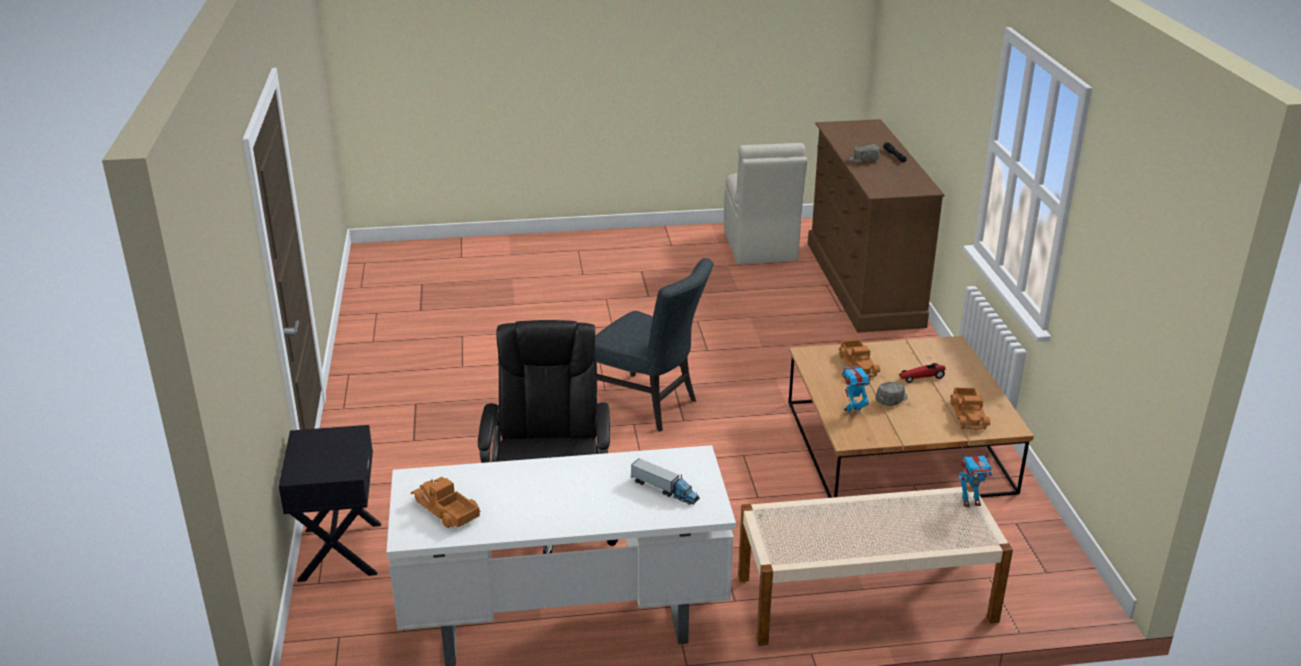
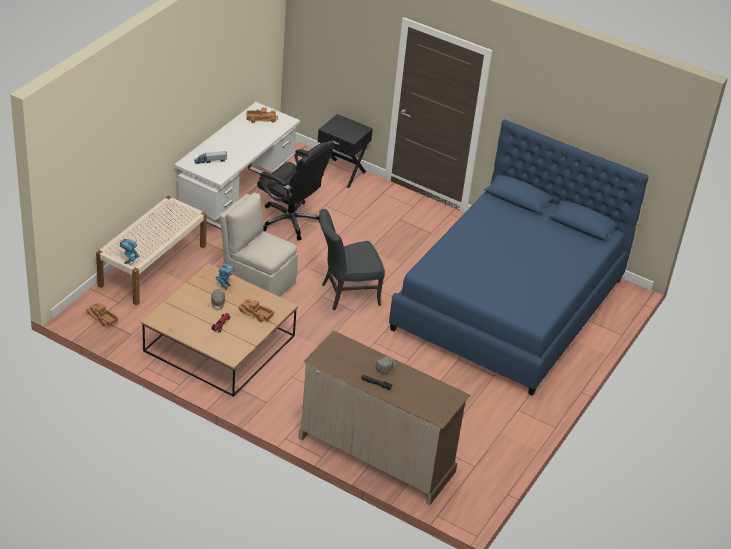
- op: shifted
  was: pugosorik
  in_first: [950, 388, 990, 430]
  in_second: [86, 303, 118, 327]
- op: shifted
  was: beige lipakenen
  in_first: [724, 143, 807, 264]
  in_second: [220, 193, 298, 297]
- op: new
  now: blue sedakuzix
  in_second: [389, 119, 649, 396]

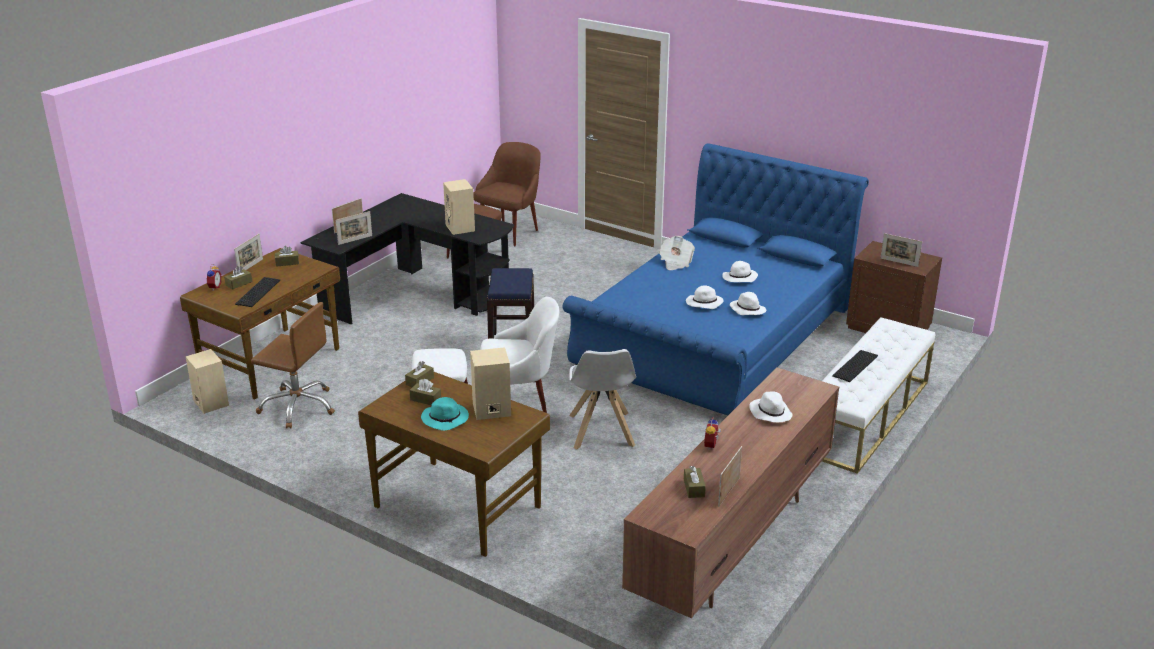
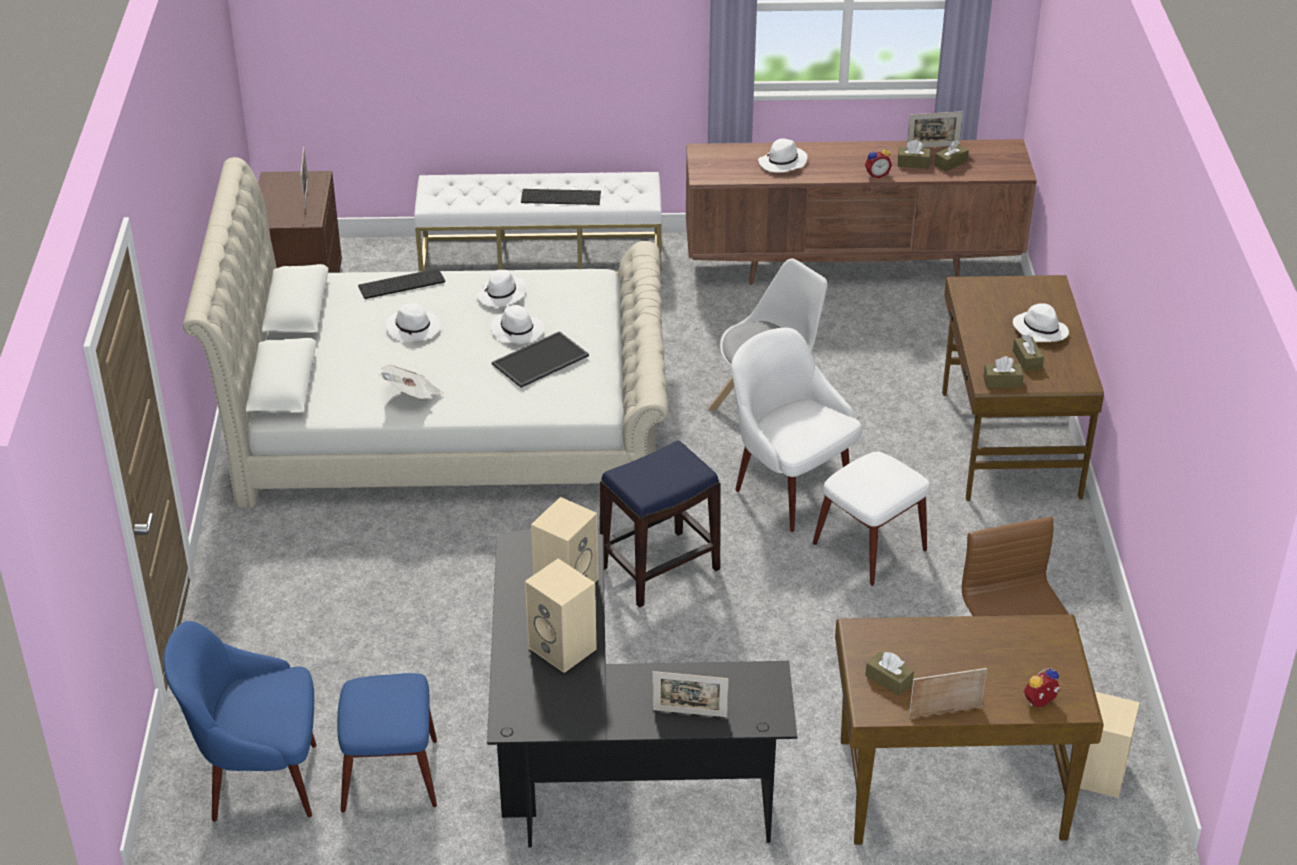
- op: repainted
  was: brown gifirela
  now: blue gifirela
  in_first: [447, 142, 541, 259]
  in_second: [164, 621, 437, 822]
- op: repainted
  was: blue sedakuzix
  now: beige sedakuzix
  in_first: [563, 143, 869, 415]
  in_second: [183, 157, 668, 508]
- op: shifted
  was: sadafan
  in_first: [235, 277, 280, 307]
  in_second: [358, 268, 445, 299]
- op: new
  now: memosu
  in_second: [492, 331, 589, 388]
- op: shifted
  was: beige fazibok
  in_first: [470, 347, 511, 420]
  in_second: [525, 559, 597, 673]
- op: shifted
  was: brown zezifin
  in_first: [224, 266, 252, 289]
  in_second: [898, 140, 930, 169]
- op: repainted
  was: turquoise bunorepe
  now: white bunorepe
  in_first: [421, 397, 469, 431]
  in_second: [1013, 303, 1069, 342]
- op: gone
  was: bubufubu
  in_first: [336, 211, 372, 245]

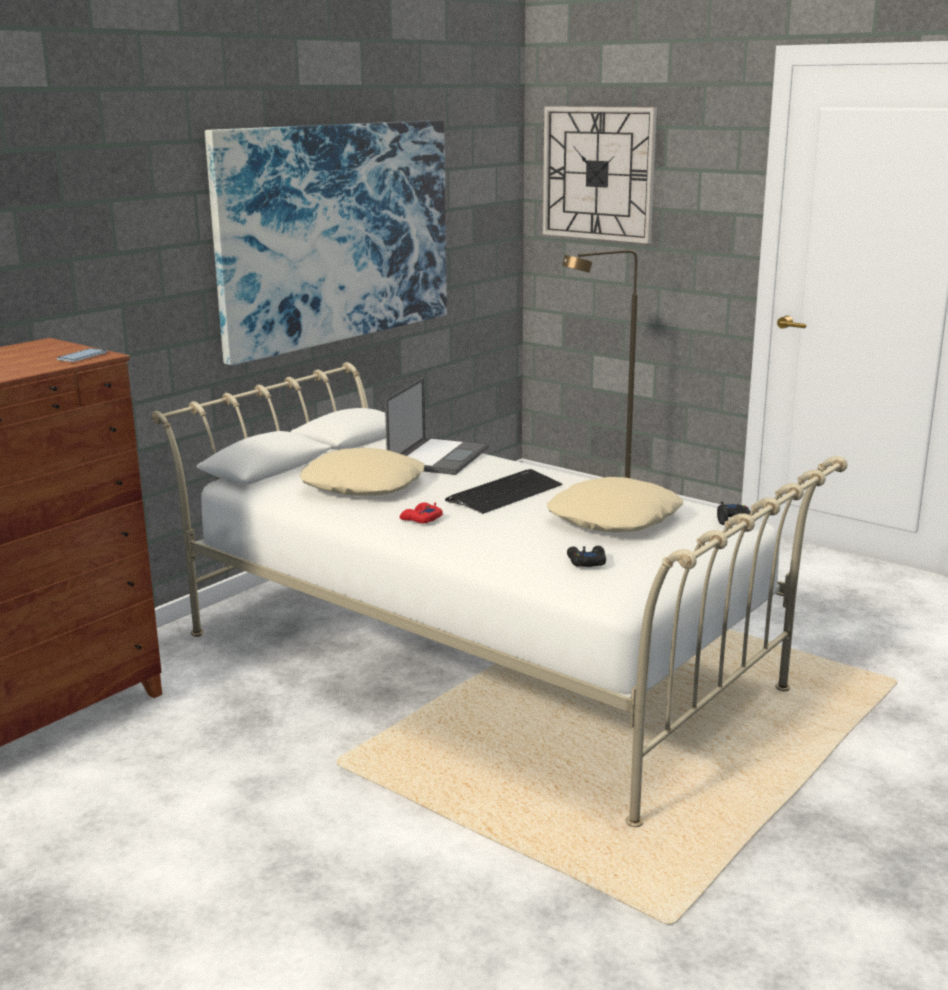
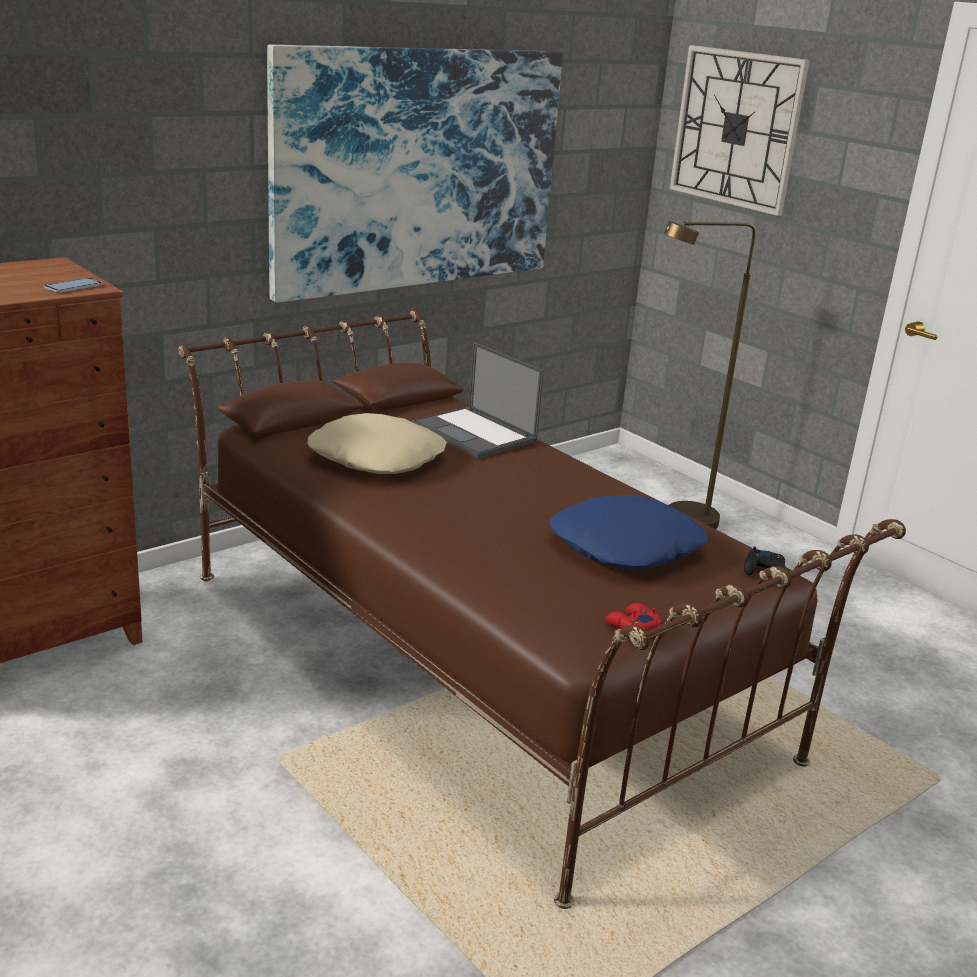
- op: repainted
  was: white sedakuzix
  now: brown sedakuzix
  in_first: [152, 362, 847, 827]
  in_second: [178, 310, 906, 909]
- op: rotated
  was: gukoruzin
  in_first: [385, 377, 489, 475]
  in_second: [412, 342, 544, 459]
  clockwise: 105
- op: repainted
  was: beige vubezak
  now: blue vubezak
  in_first: [547, 477, 683, 532]
  in_second: [550, 495, 709, 570]
- op: shifted
  was: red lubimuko
  in_first: [400, 502, 443, 524]
  in_second: [605, 603, 662, 631]
- op: gone
  was: sadafan
  in_first: [445, 469, 562, 514]
- op: gone
  was: black lubimuko
  in_first: [567, 546, 606, 567]

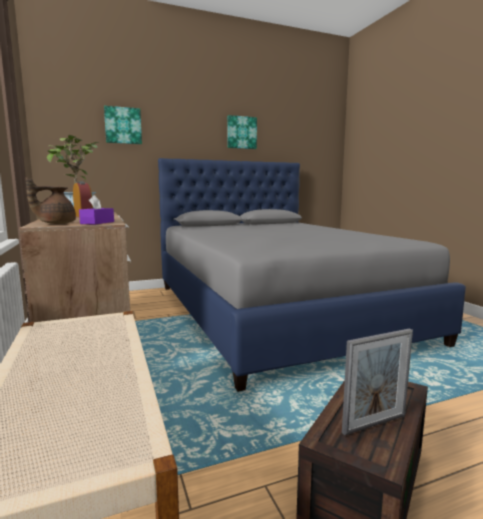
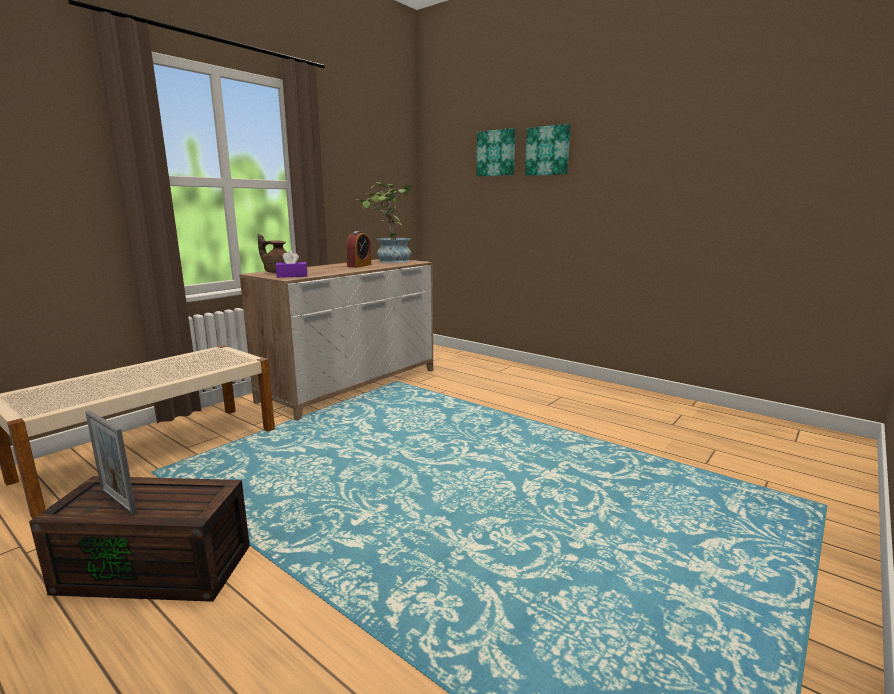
- op: shifted
  was: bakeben
  in_first: [227, 115, 257, 149]
  in_second: [525, 124, 570, 176]
- op: gone
  was: grey sedakuzix
  in_first: [158, 158, 466, 392]

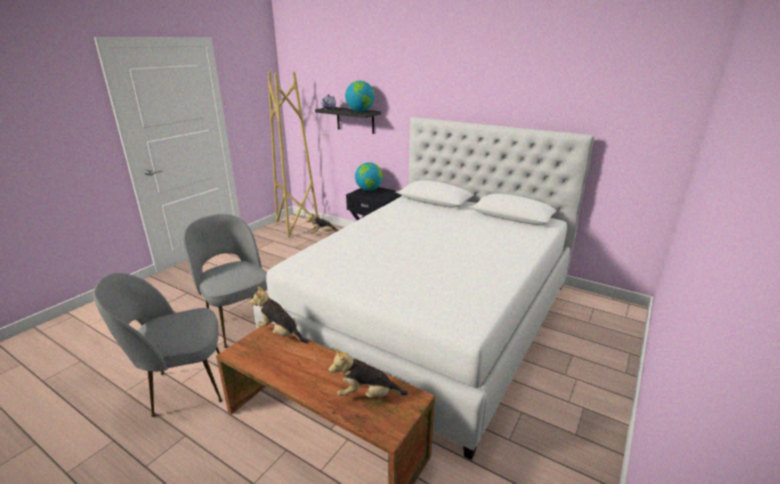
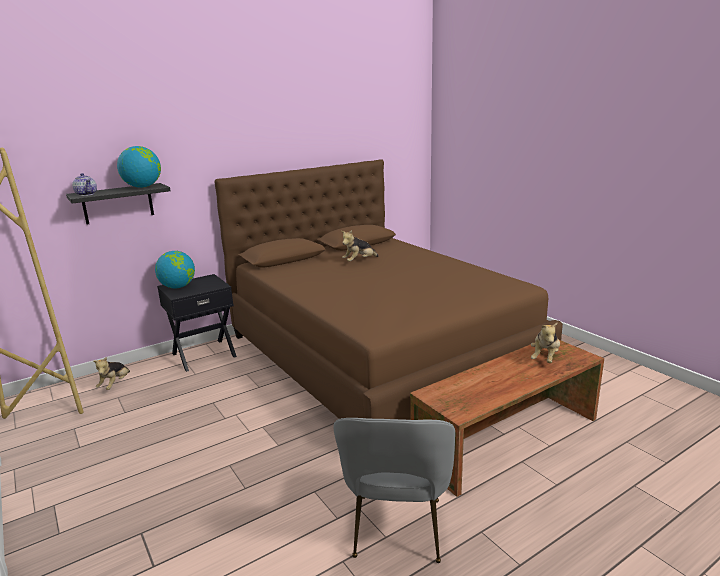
- op: repainted
  was: white sedakuzix
  now: brown sedakuzix
  in_first: [253, 117, 594, 460]
  in_second: [215, 159, 563, 420]
- op: shifted
  was: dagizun
  in_first: [250, 286, 309, 343]
  in_second: [341, 230, 379, 262]
- op: gone
  was: grey lipakenen
  in_first: [183, 214, 267, 348]

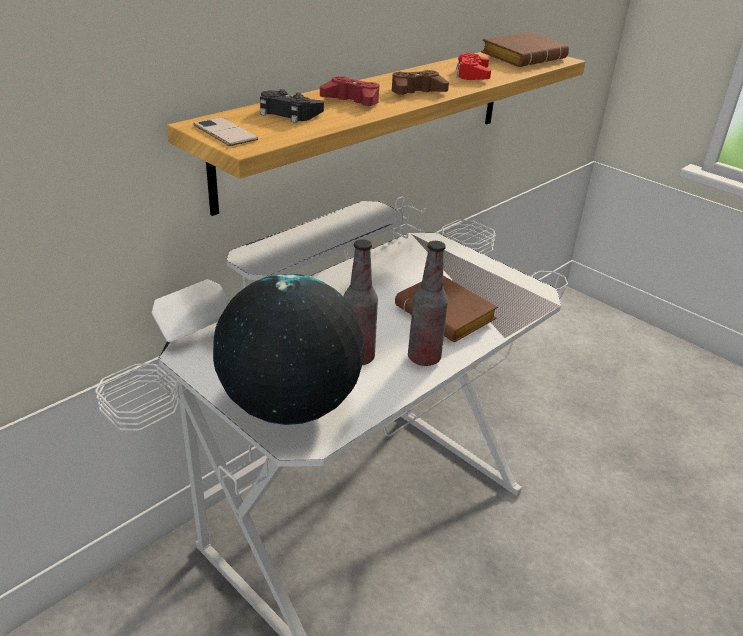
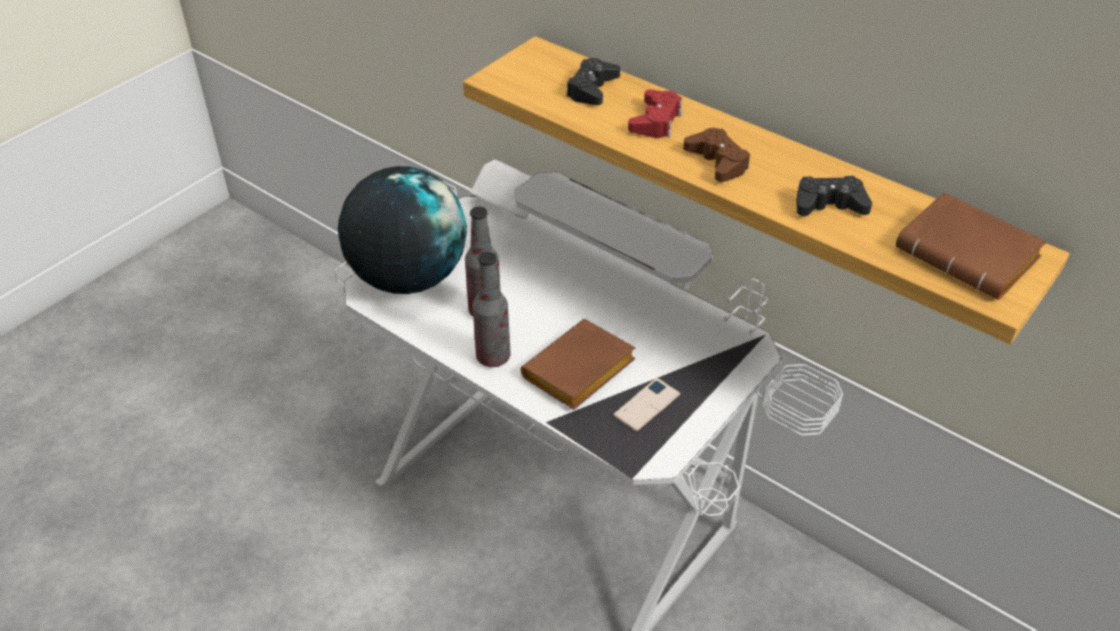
- op: shifted
  was: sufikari
  in_first: [193, 117, 258, 146]
  in_second: [613, 378, 681, 432]
- op: repainted
  was: red lubimuko
  now: black lubimuko
  in_first: [456, 53, 491, 80]
  in_second: [796, 176, 872, 216]

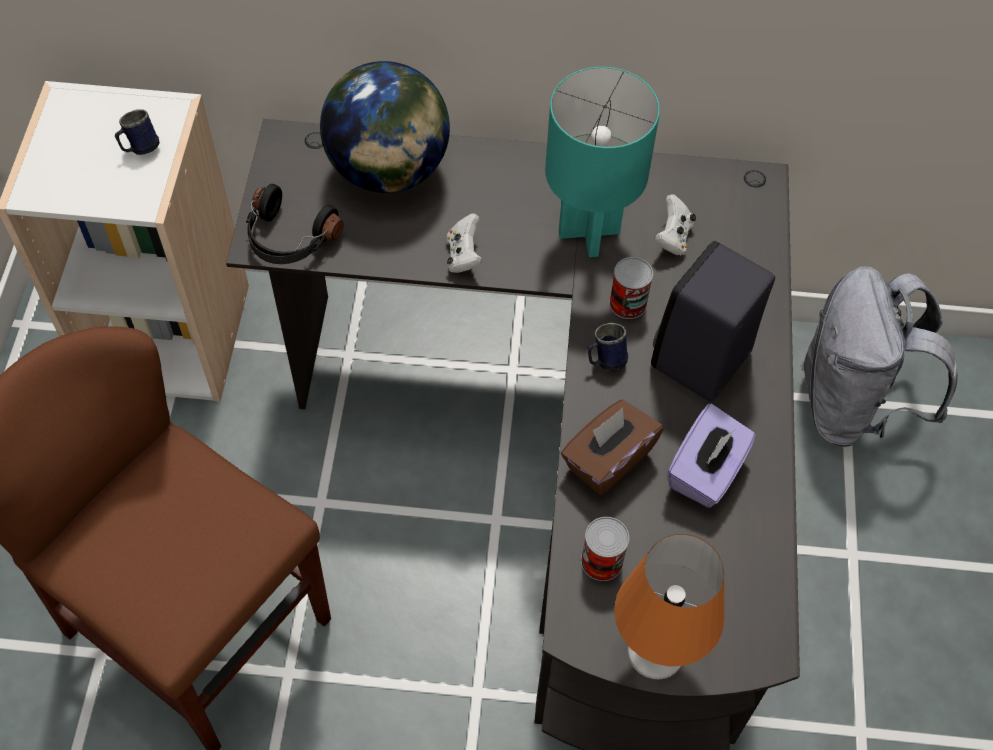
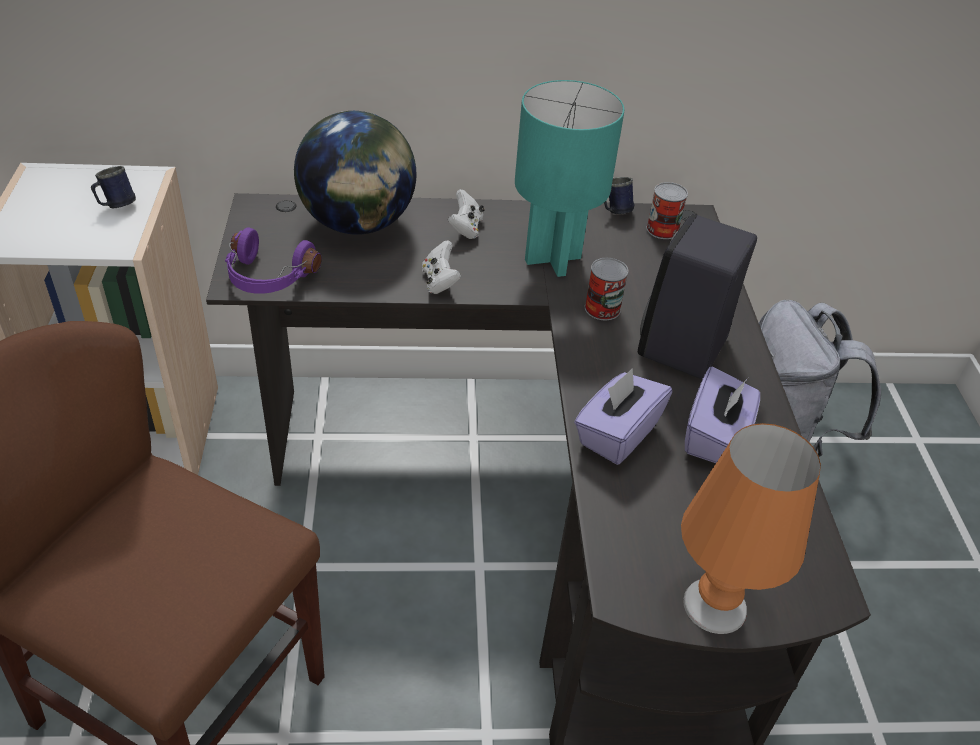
- op: repainted
  was: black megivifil
  now: purple megivifil
  in_first: [246, 184, 344, 264]
  in_second: [225, 227, 322, 294]
- op: shifted
  was: white lubimuko
  in_first: [654, 194, 696, 256]
  in_second: [448, 189, 484, 239]
- op: repainted
  was: brown zezifin
  now: purple zezifin
  in_first: [561, 400, 663, 495]
  in_second: [574, 368, 672, 465]
- op: shifted
  was: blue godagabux
  in_first: [587, 323, 628, 370]
  in_second: [604, 177, 635, 214]
- op: shifted
  was: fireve
  in_first: [581, 517, 629, 581]
  in_second: [646, 182, 688, 239]

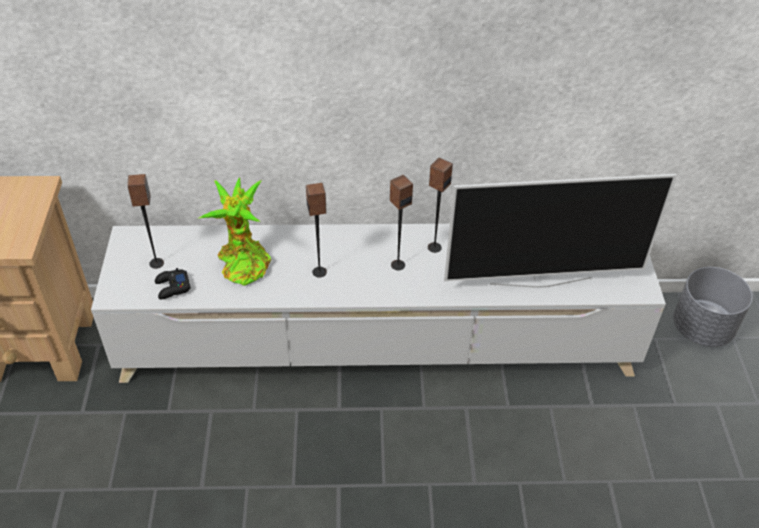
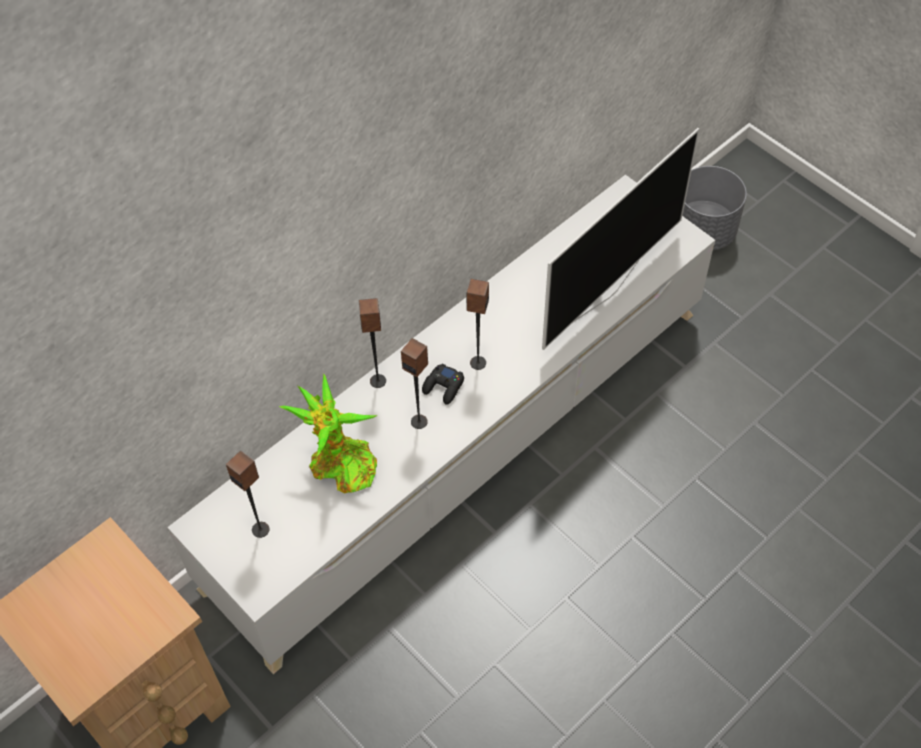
- op: shifted
  was: fazibok
  in_first: [428, 158, 453, 253]
  in_second: [358, 298, 386, 388]
- op: shifted
  was: black lubimuko
  in_first: [155, 268, 191, 300]
  in_second: [422, 363, 464, 405]

